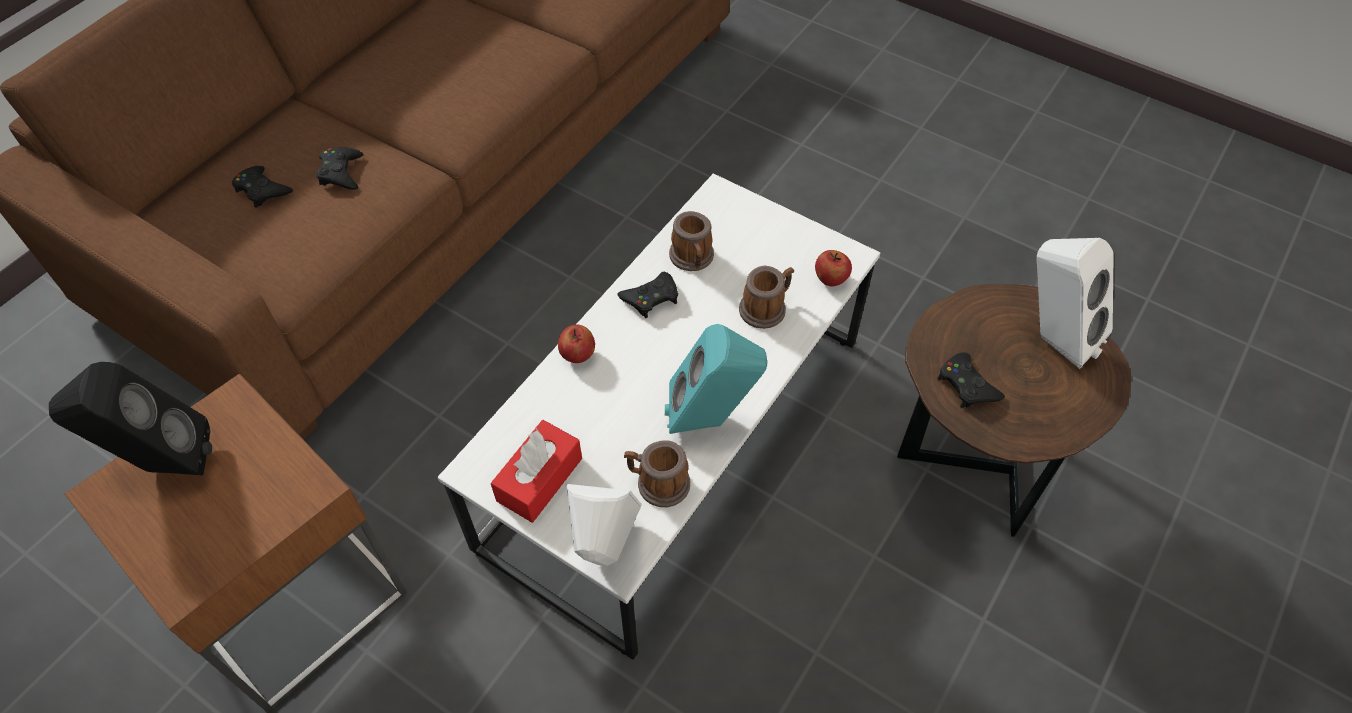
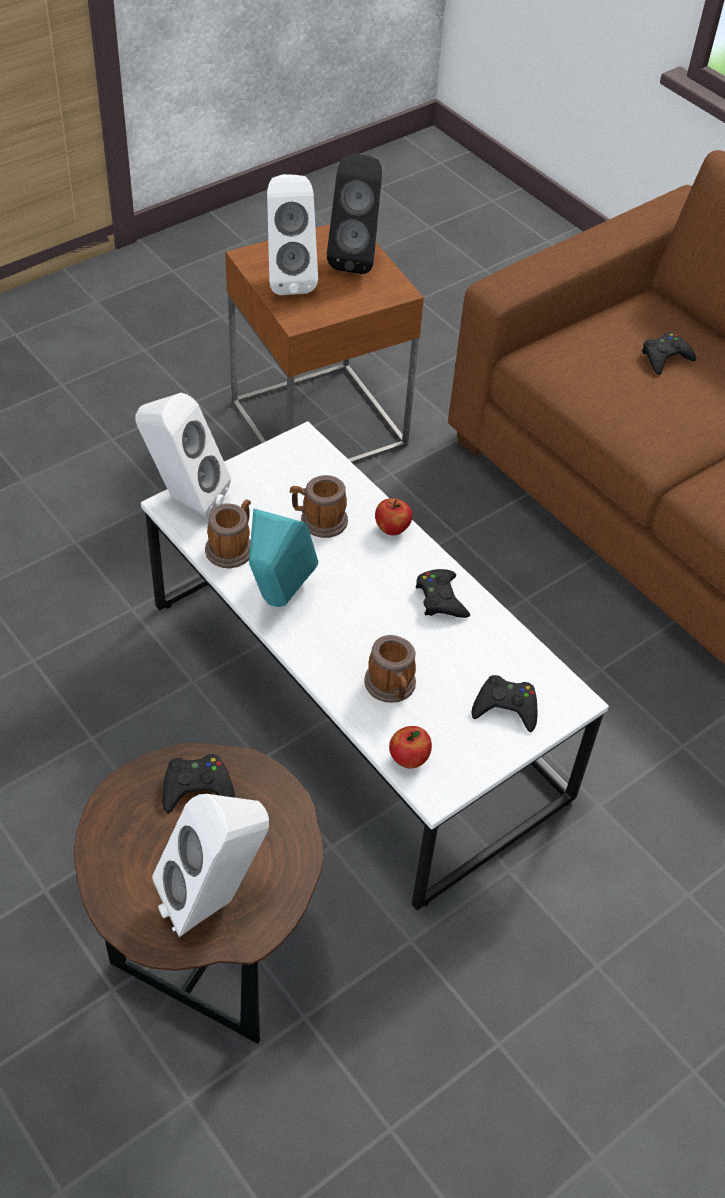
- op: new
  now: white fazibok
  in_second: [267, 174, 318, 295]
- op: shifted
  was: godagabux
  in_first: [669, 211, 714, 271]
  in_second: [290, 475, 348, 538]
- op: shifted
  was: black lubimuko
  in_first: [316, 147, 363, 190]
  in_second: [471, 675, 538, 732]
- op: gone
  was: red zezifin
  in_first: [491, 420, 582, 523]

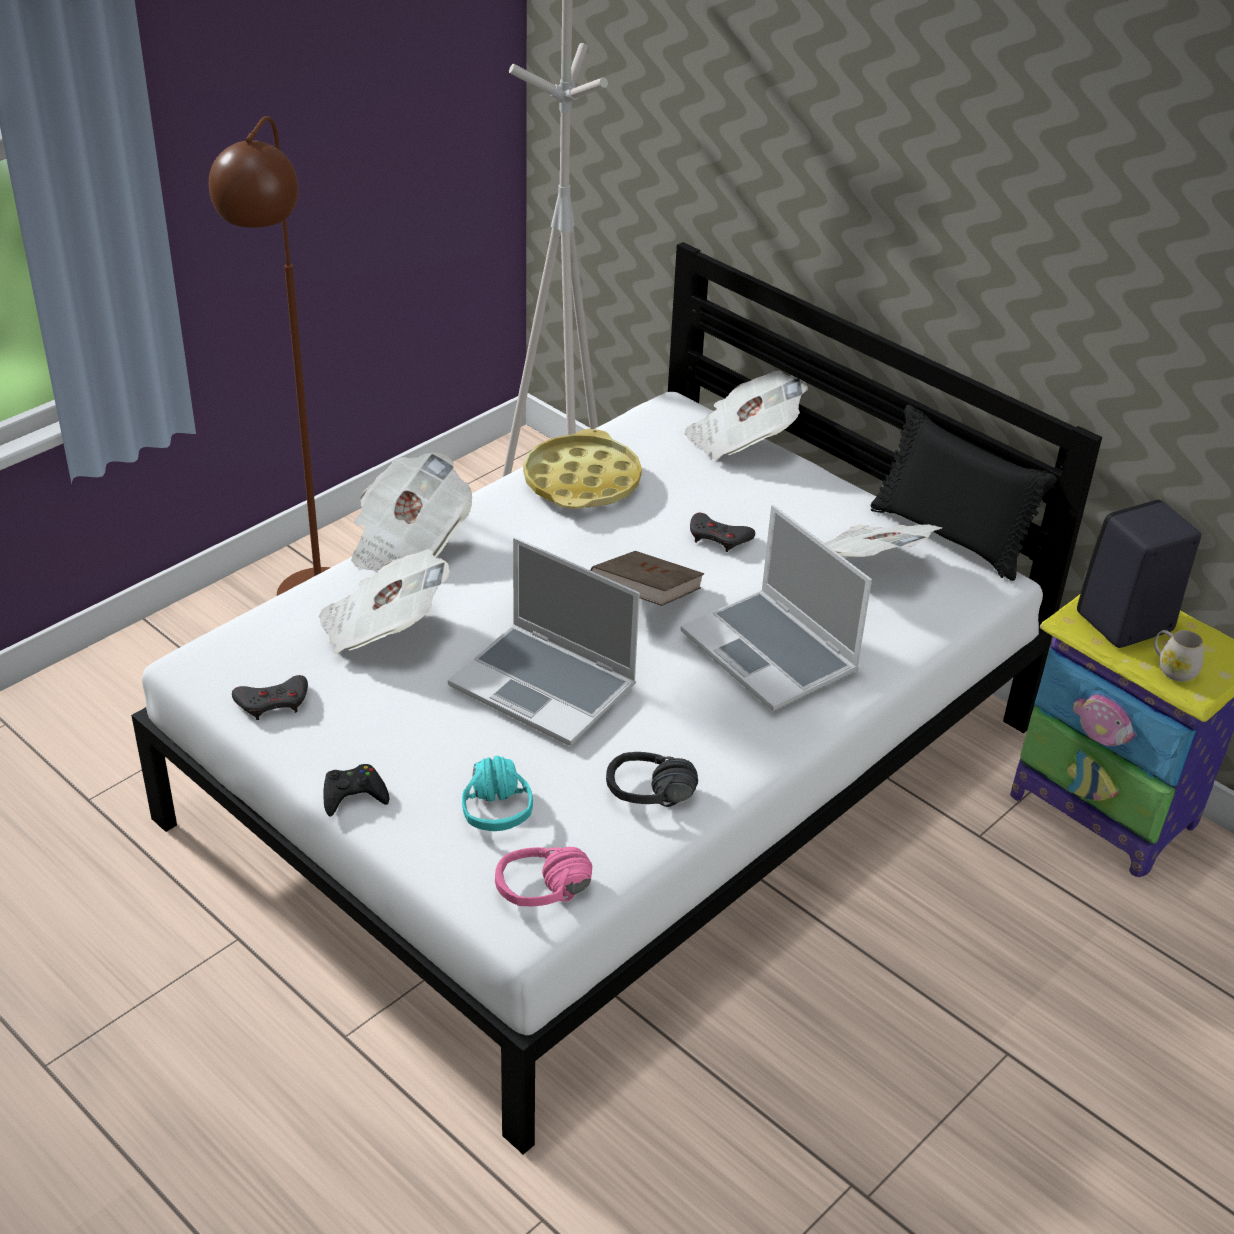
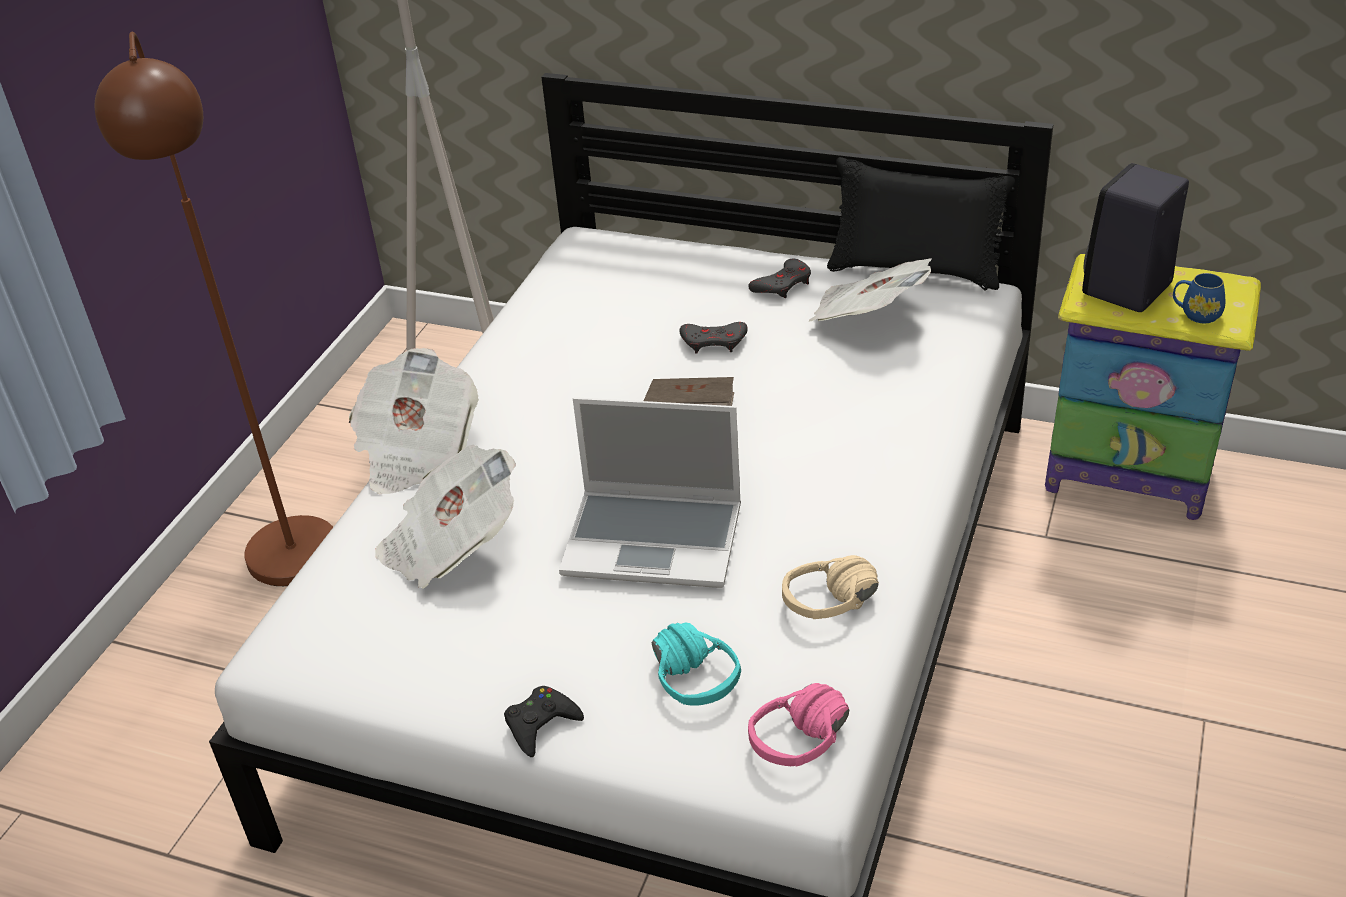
- op: shifted
  was: grey lubimuko
  in_first: [232, 675, 308, 720]
  in_second: [748, 259, 811, 298]
- op: repainted
  was: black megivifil
  now: beige megivifil
  in_first: [606, 752, 698, 807]
  in_second: [782, 555, 879, 619]
- op: repainted
  was: white godagabux
  now: blue godagabux
  in_first: [1154, 630, 1203, 682]
  in_second: [1173, 273, 1226, 323]
- op: gone
  was: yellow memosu
  in_first: [523, 429, 642, 509]
- op: gone
  was: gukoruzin
  in_first: [681, 505, 872, 711]
- op: gone
  was: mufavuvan
  in_first: [685, 370, 808, 460]

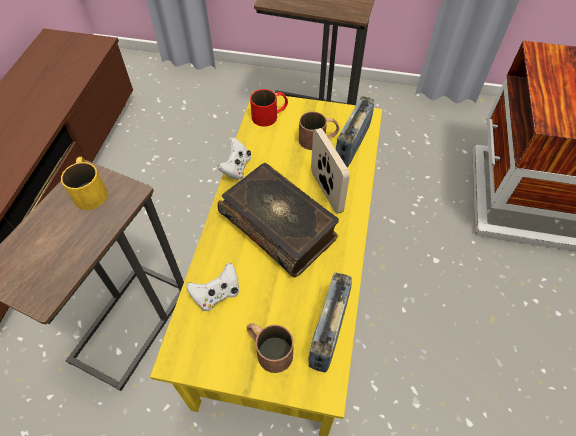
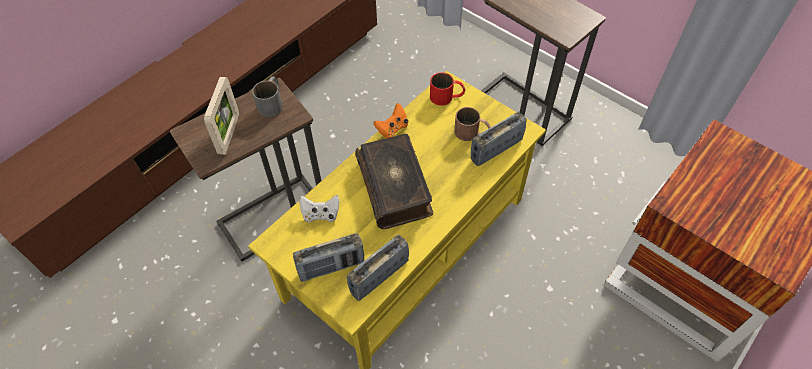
- op: shifted
  was: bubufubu
  in_first: [311, 128, 350, 214]
  in_second: [204, 77, 239, 155]
- op: repainted
  was: yellow godagabux
  now: grey godagabux
  in_first: [61, 157, 108, 210]
  in_second: [252, 77, 283, 117]
- op: swapped
  was: brown godagabux
  now: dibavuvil
  in_first: [247, 323, 294, 373]
  in_second: [293, 233, 364, 282]
- op: repainted
  was: white lubimuko
  now: orange lubimuko
  in_first: [217, 137, 251, 180]
  in_second: [373, 103, 408, 138]

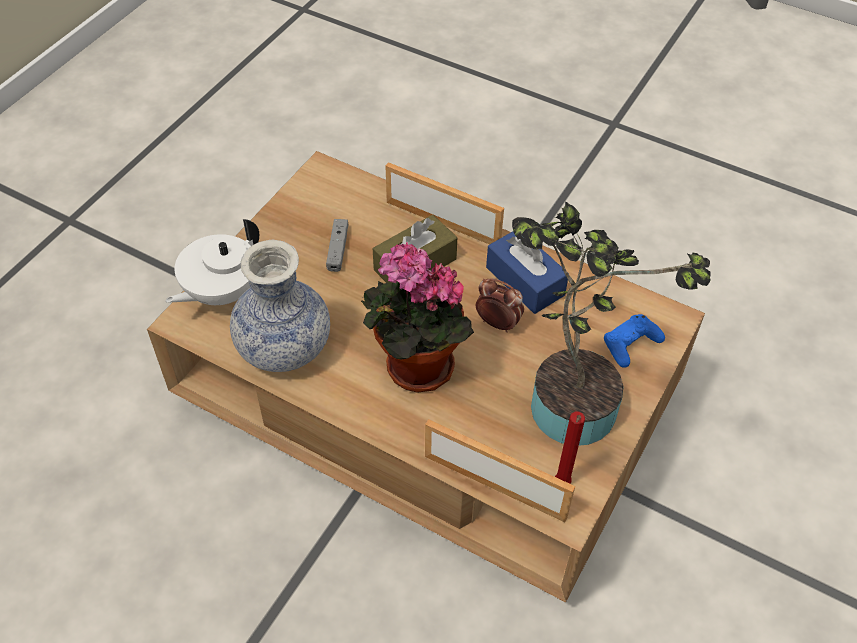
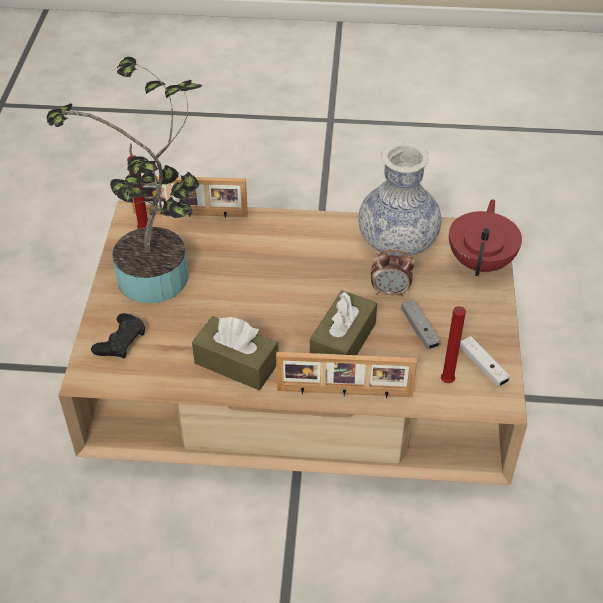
- op: repainted
  was: blue lubimuko
  now: black lubimuko
  in_first: [604, 314, 665, 368]
  in_second: [91, 313, 145, 359]
- op: repainted
  was: blue zezifin
  now: brown zezifin
  in_first: [486, 231, 569, 314]
  in_second: [192, 316, 279, 390]
- op: shifted
  was: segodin
  in_first: [476, 278, 524, 333]
  in_second: [371, 250, 415, 297]
- op: new
  now: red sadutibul
  in_second: [441, 306, 466, 383]
- op: repainted
  was: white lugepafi
  now: red lugepafi
  in_first: [165, 219, 259, 305]
  in_second: [449, 199, 522, 276]
- op: new
  now: white lubimuko
  in_second: [460, 336, 510, 387]
- op: gone
  was: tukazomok
  in_first: [361, 242, 474, 393]

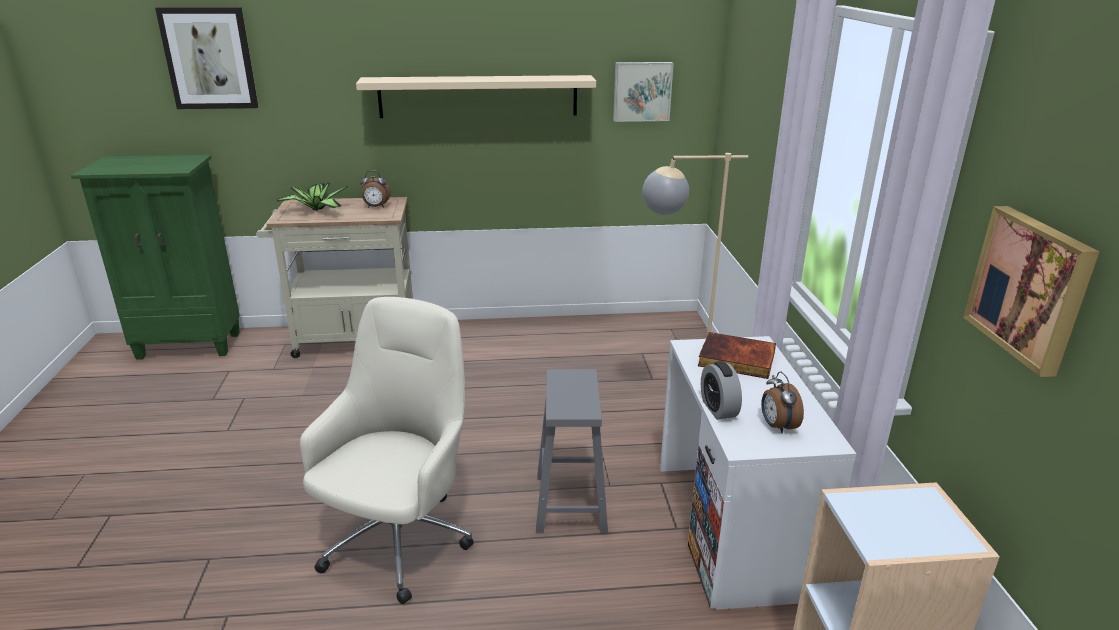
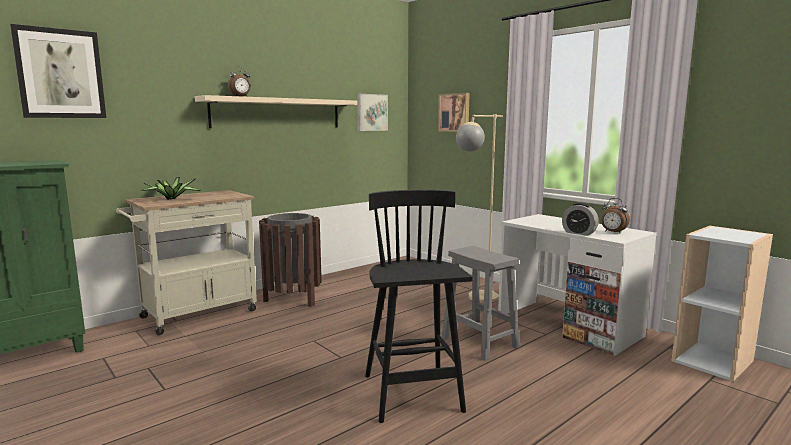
- op: shifted
  was: segodin
  in_first: [360, 170, 391, 208]
  in_second: [228, 66, 251, 97]
- op: new
  now: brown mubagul
  in_second: [259, 213, 322, 307]
- op: swapped
  was: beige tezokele
  now: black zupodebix
  in_first: [300, 297, 474, 604]
  in_second: [365, 190, 473, 423]
- op: shifted
  was: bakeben
  in_first: [963, 206, 1100, 377]
  in_second: [438, 93, 470, 132]
- op: gone
  was: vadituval
  in_first: [698, 332, 776, 379]

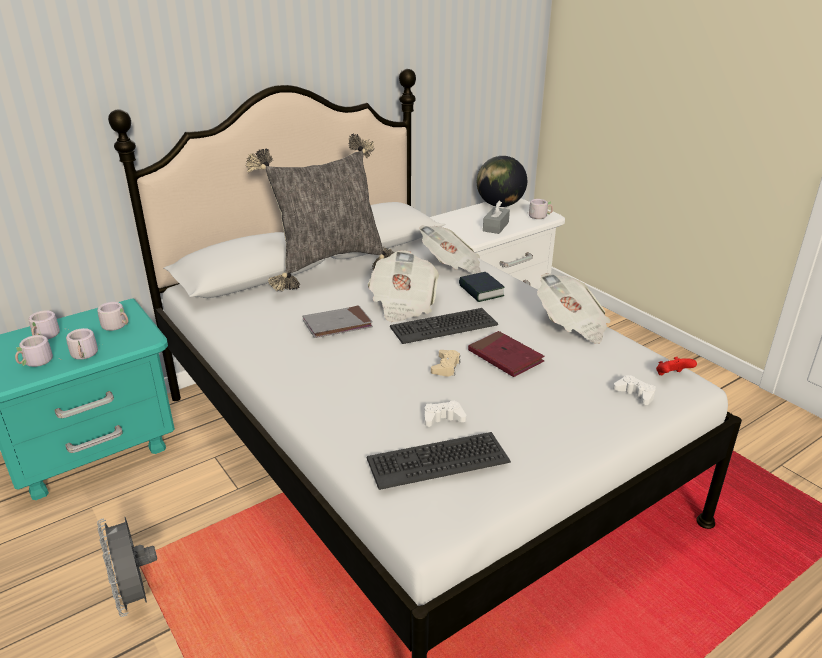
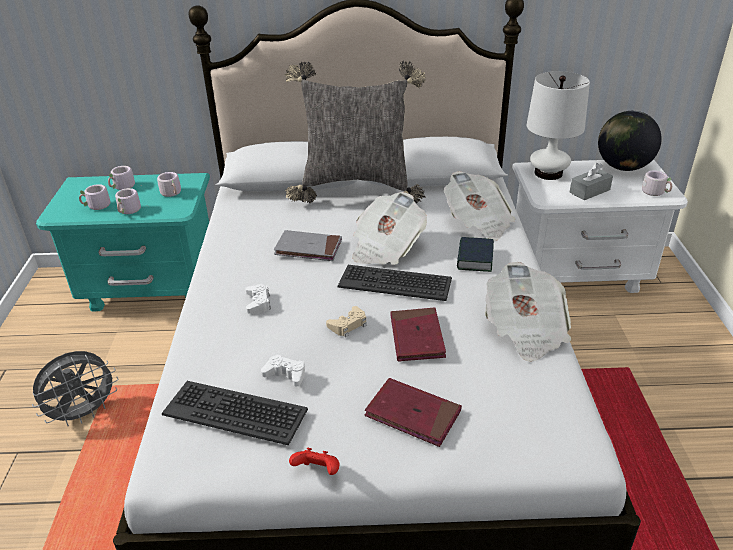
- op: rotated
  was: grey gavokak
  in_first: [97, 517, 157, 617]
  in_second: [32, 351, 118, 427]
  clockwise: -135
- op: shifted
  was: white lubimuko
  in_first: [613, 375, 656, 405]
  in_second: [245, 284, 271, 314]
- op: shifted
  was: red lubimuko
  in_first: [656, 357, 697, 375]
  in_second: [289, 448, 339, 475]
- op: new
  now: red vadituval
  in_second: [365, 378, 462, 447]
- op: new
  now: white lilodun
  in_second: [527, 71, 590, 180]

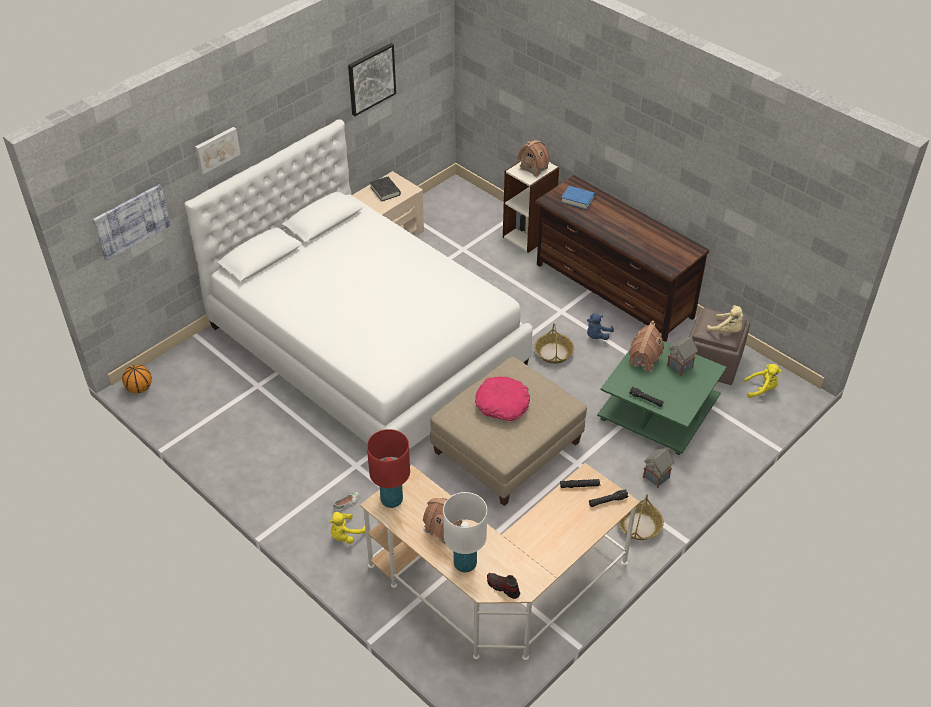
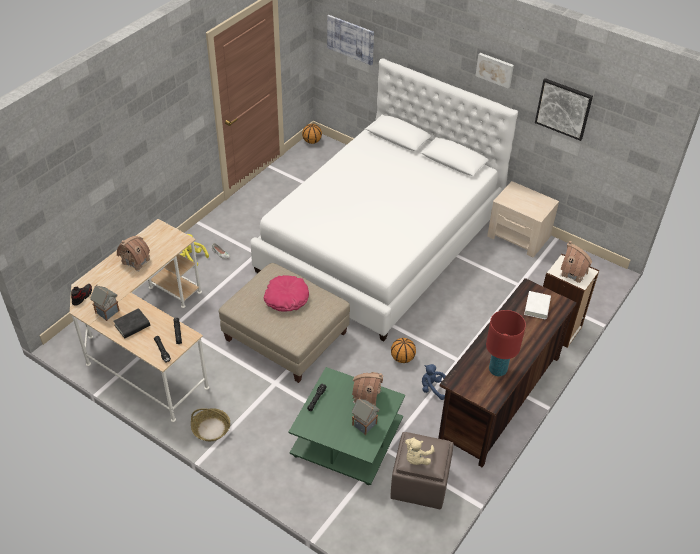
- op: shifted
  was: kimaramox
  in_first: [643, 448, 674, 488]
  in_second: [90, 284, 120, 321]
- op: shifted
  was: black vadituval
  in_first: [370, 177, 401, 201]
  in_second: [113, 308, 150, 338]
- op: swapped
  was: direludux
  now: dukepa
  in_first: [534, 323, 574, 364]
  in_second: [391, 338, 416, 363]
- op: shifted
  was: bakeben
  in_first: [195, 127, 241, 174]
  in_second: [475, 53, 514, 89]
- op: shifted
  was: red lilodun
  in_first: [367, 429, 410, 508]
  in_second: [486, 310, 526, 376]
- op: repainted
  was: blue vadituval
  now: white vadituval
  in_first: [561, 186, 595, 210]
  in_second: [524, 291, 551, 319]
- op: gone
  was: white lilodun
  in_first: [443, 492, 487, 573]
- op: gone
  was: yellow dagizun
  in_first: [744, 364, 782, 398]

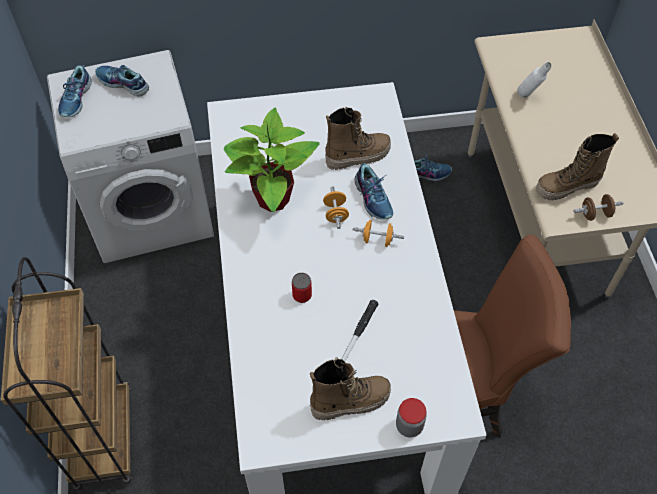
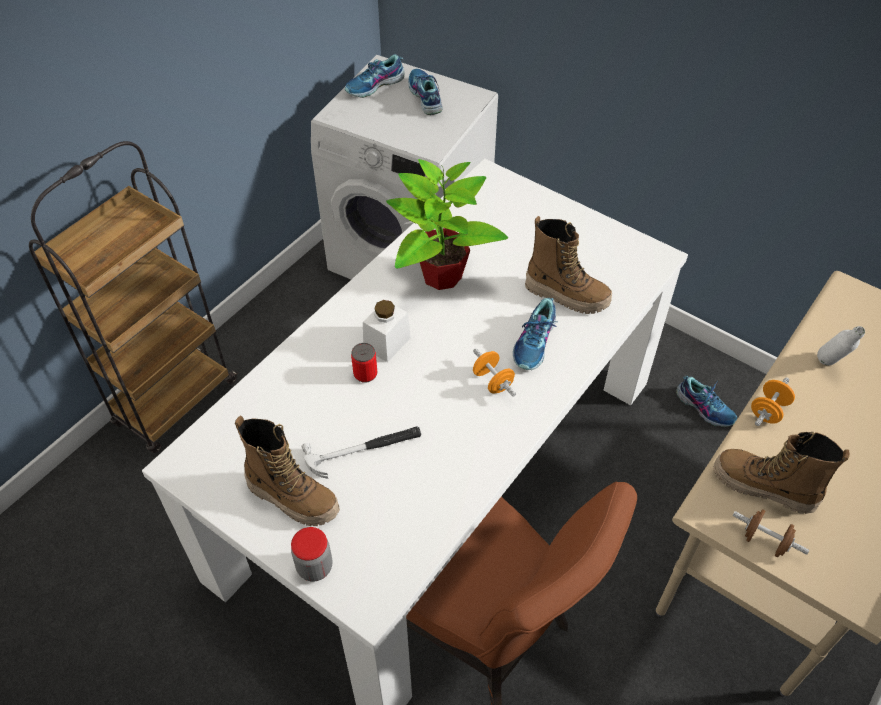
- op: new
  now: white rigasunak
  in_second: [363, 300, 411, 362]
- op: shifted
  was: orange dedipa
  in_first: [323, 186, 349, 229]
  in_second: [751, 377, 795, 426]

